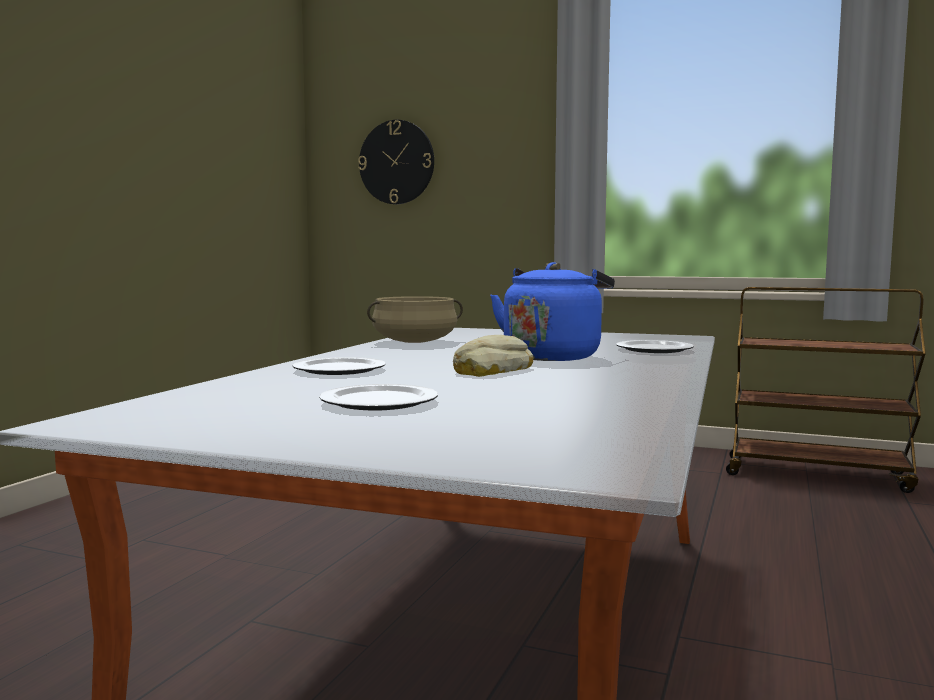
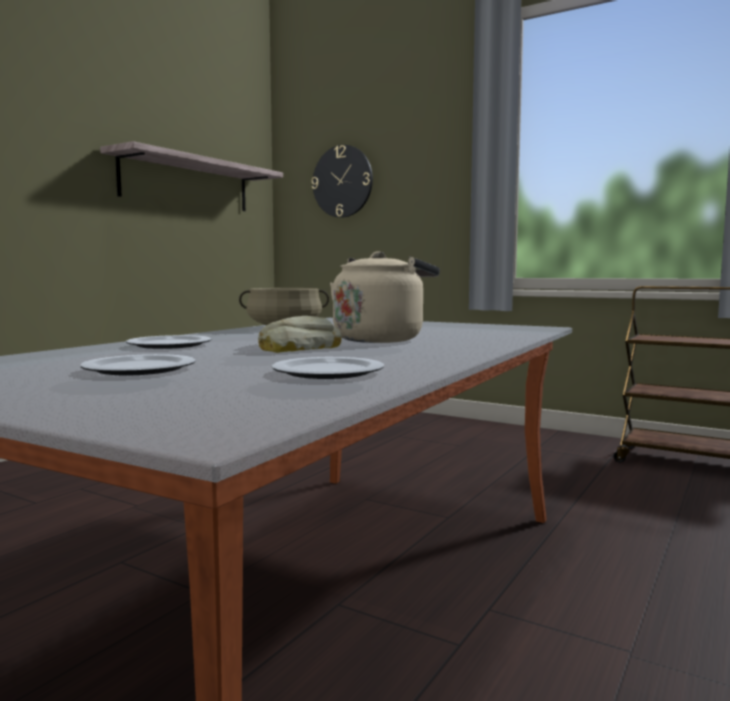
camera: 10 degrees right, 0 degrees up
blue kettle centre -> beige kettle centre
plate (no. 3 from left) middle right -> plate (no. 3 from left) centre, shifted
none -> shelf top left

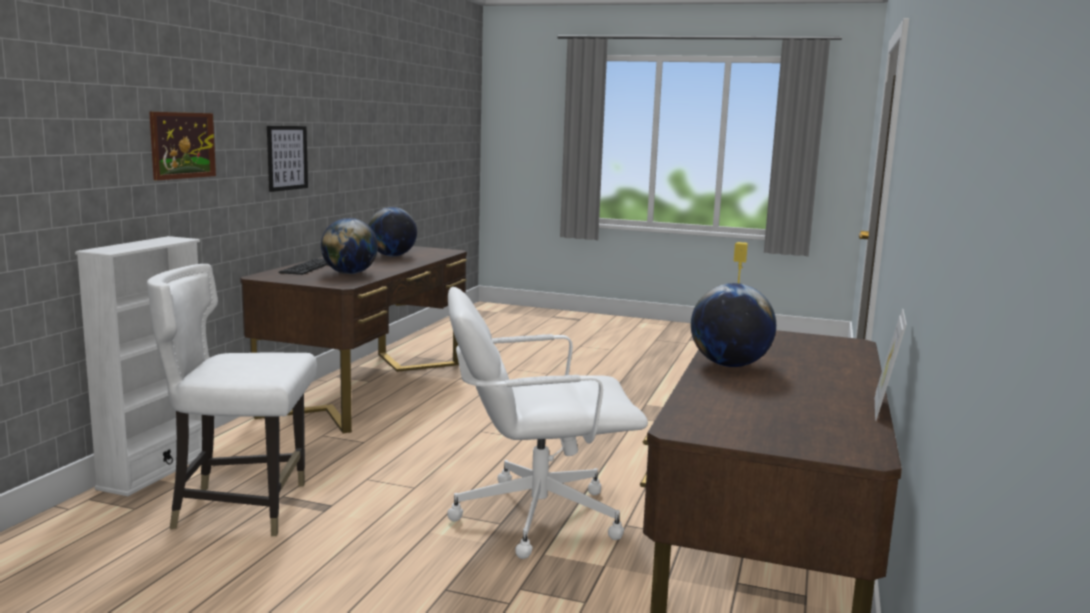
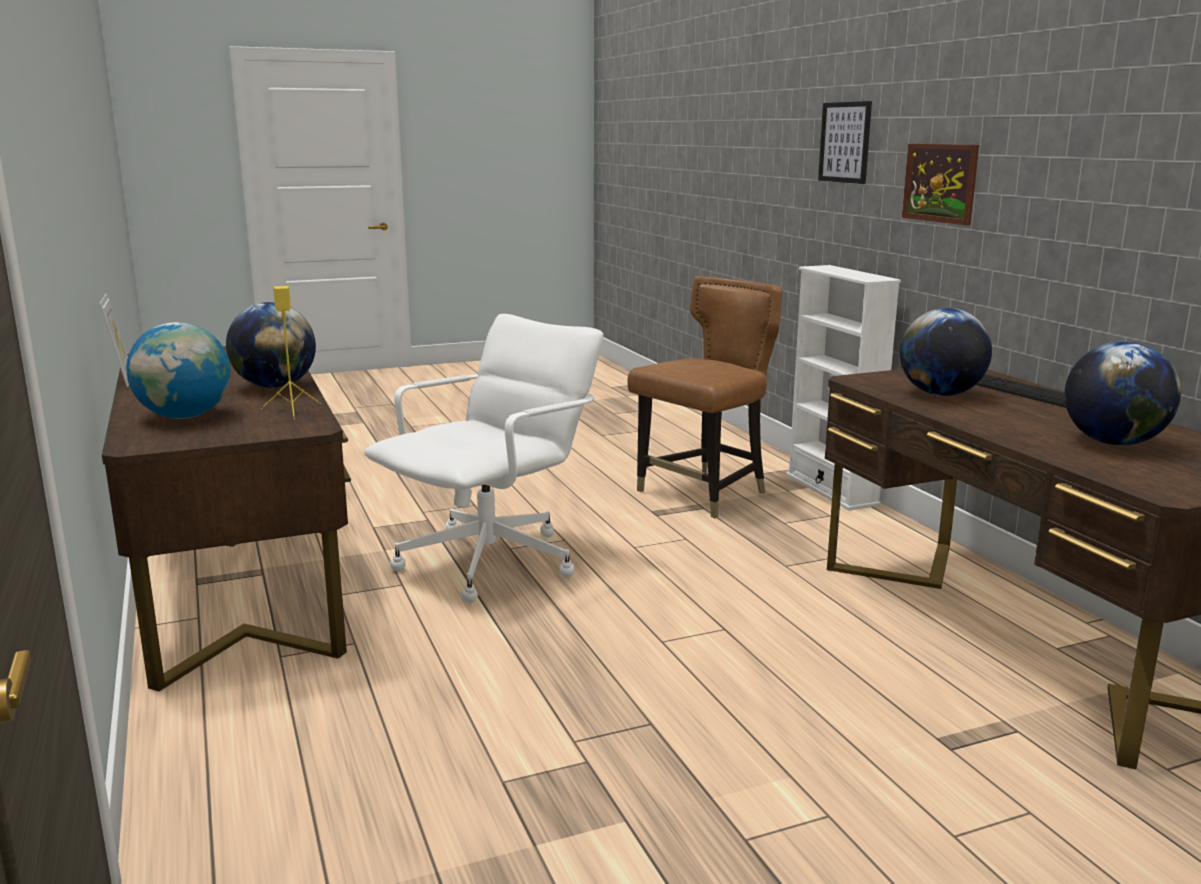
camera: 140 degrees right, 5 degrees up
picture (no. 2 from left in the first image) top left -> picture (no. 1 from left) top right, shifted
white chair middle left -> brown chair centre
none -> globe (no. 1 from left) middle left

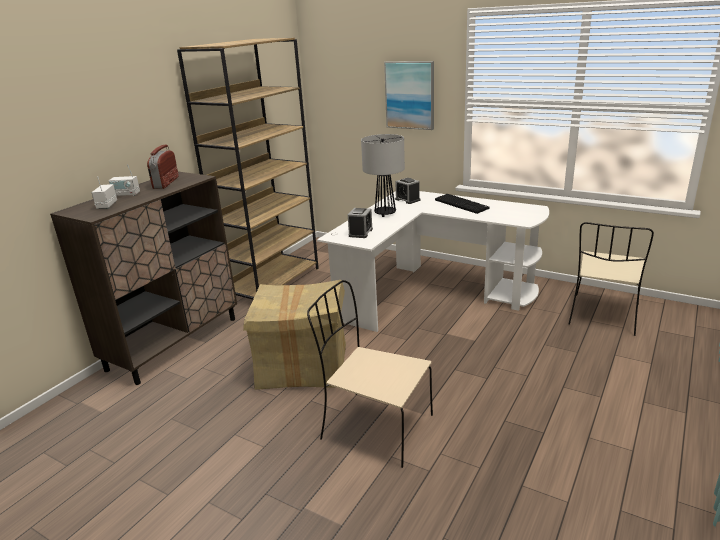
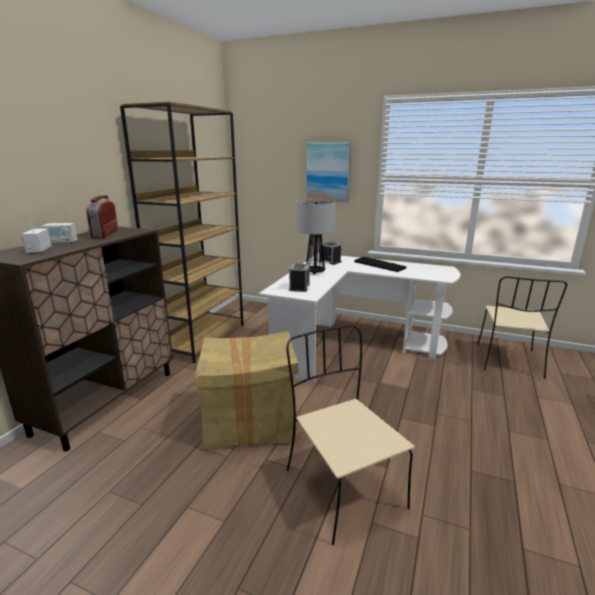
camera: 10 degrees left, 5 degrees down
beige chair (no. 1 from left) bottom centre, 45 degrees clockwise

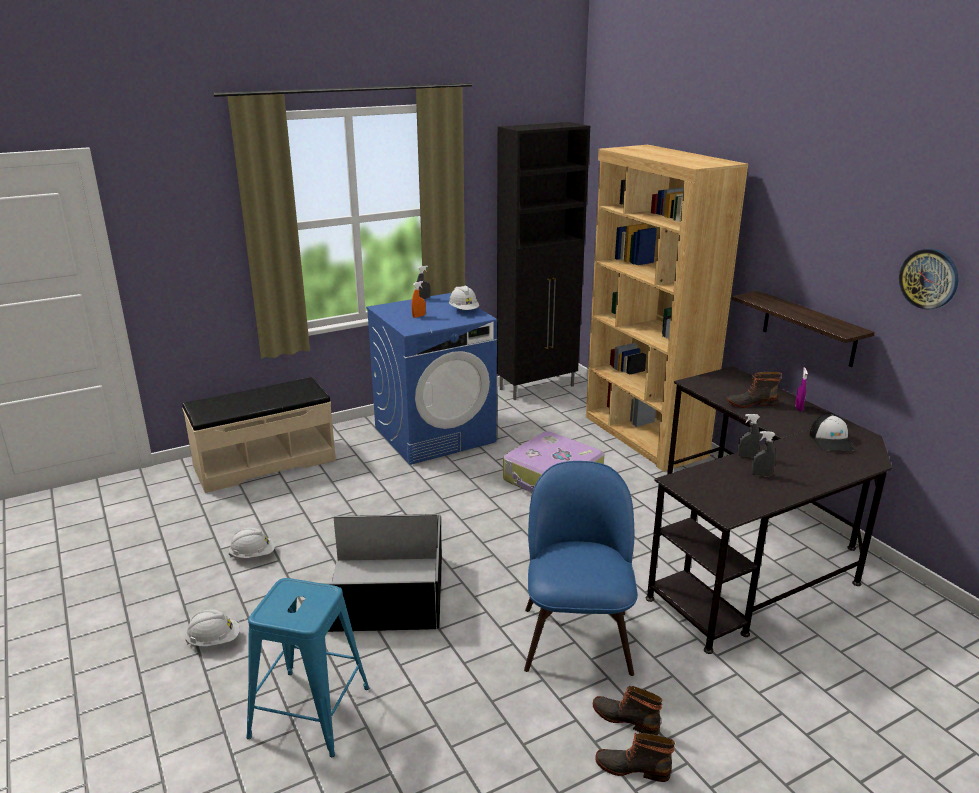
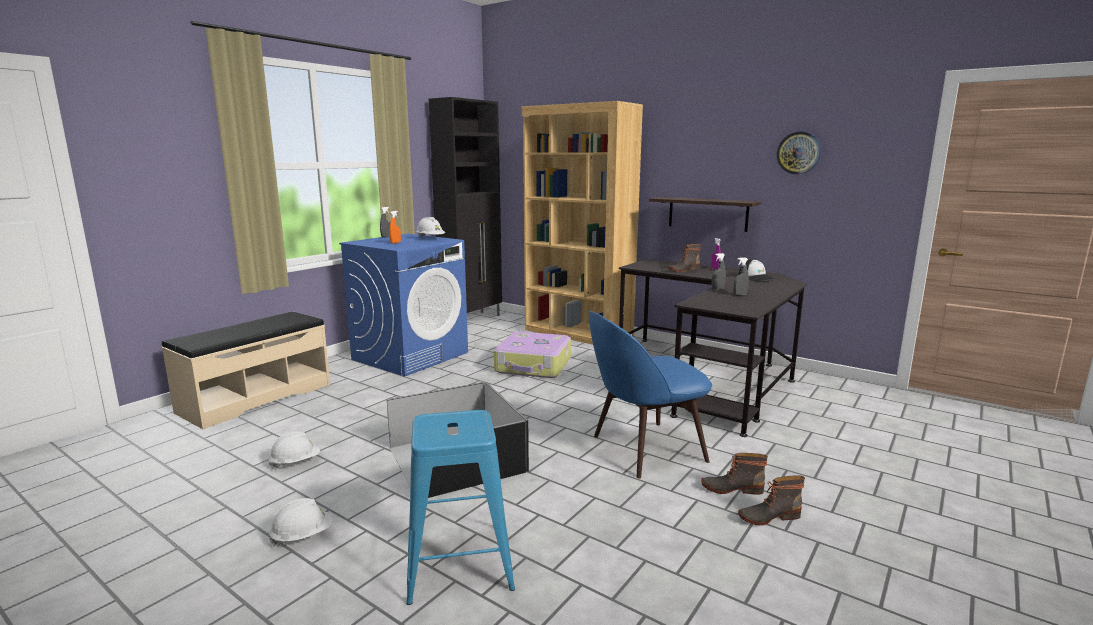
camera: 25 degrees left, 10 degrees down
blue chair bottom centre -> blue chair centre, 90 degrees counterclockwise

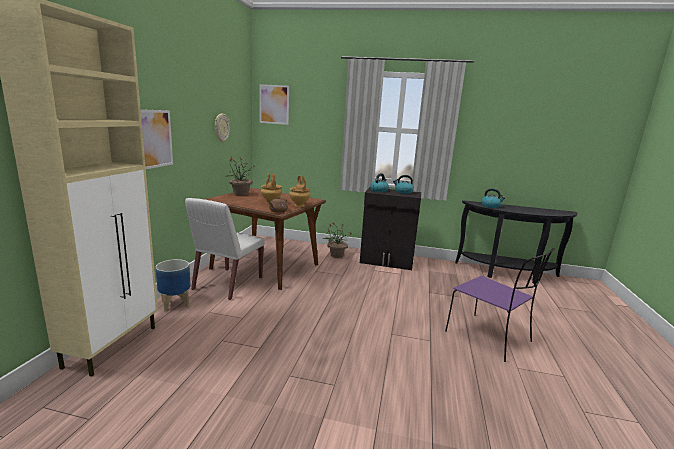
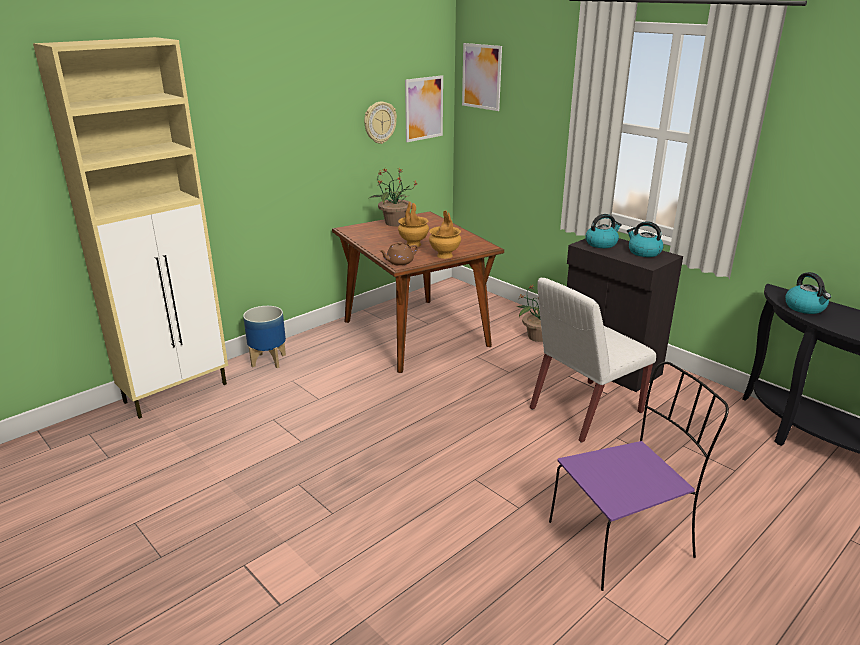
camera: 35 degrees right, 10 degrees up
picture (no. 1 from left) top left -> picture (no. 1 from left) top centre, shifted
white chair centre -> white chair middle right, shifted
purple chair bottom right, 105 degrees counterclockwise

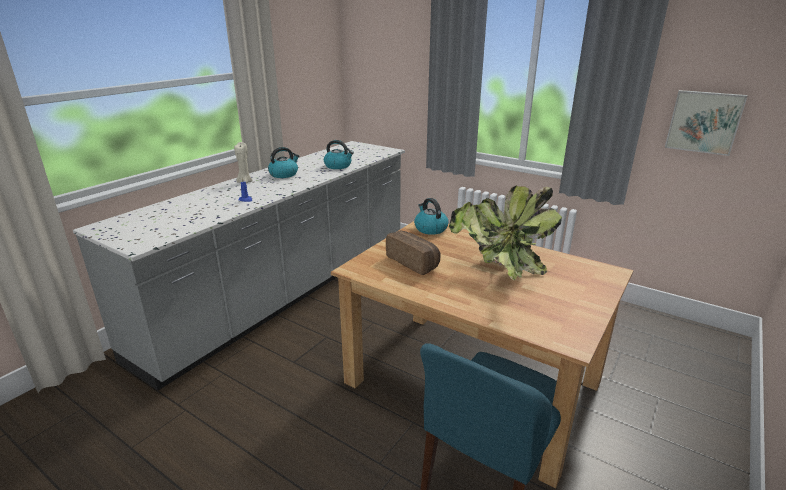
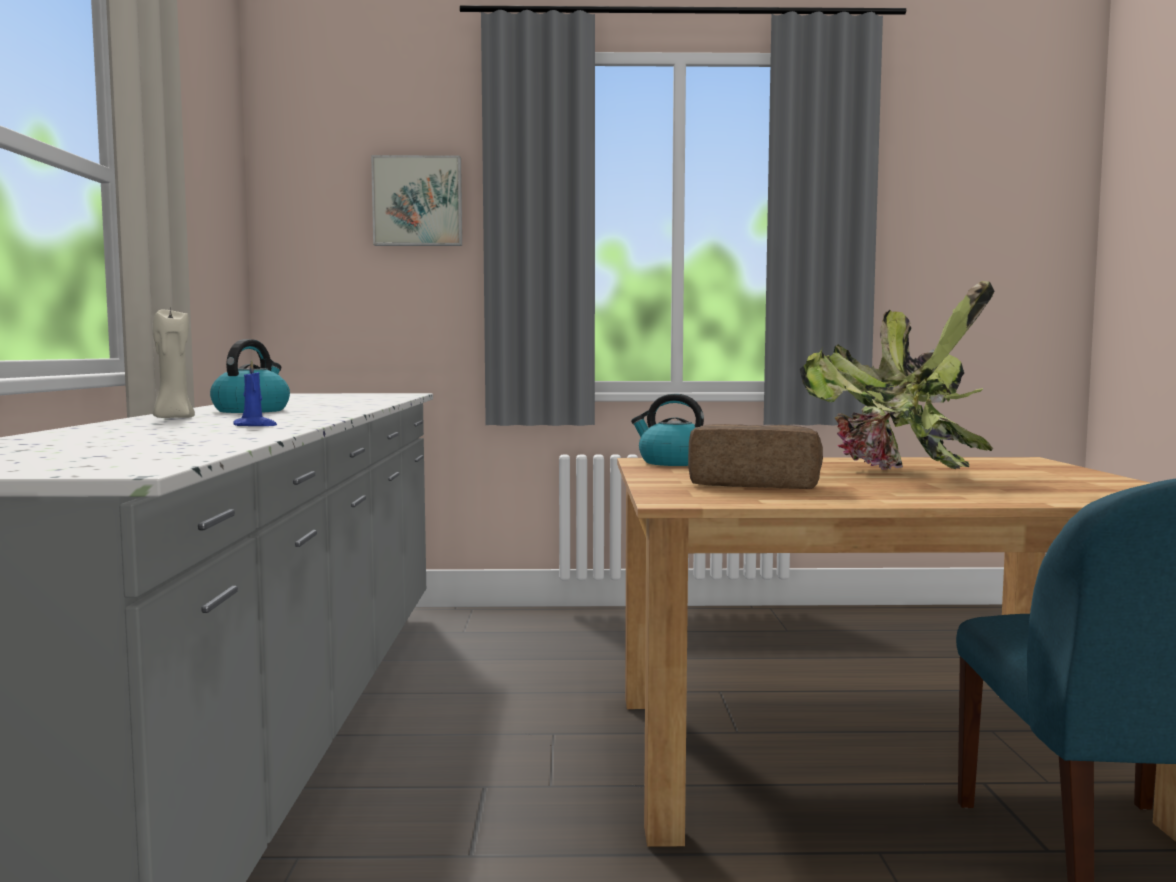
camera: 35 degrees left, 20 degrees down
picture top right -> picture top centre, shifted
kettle (no. 2 from left) top centre -> none

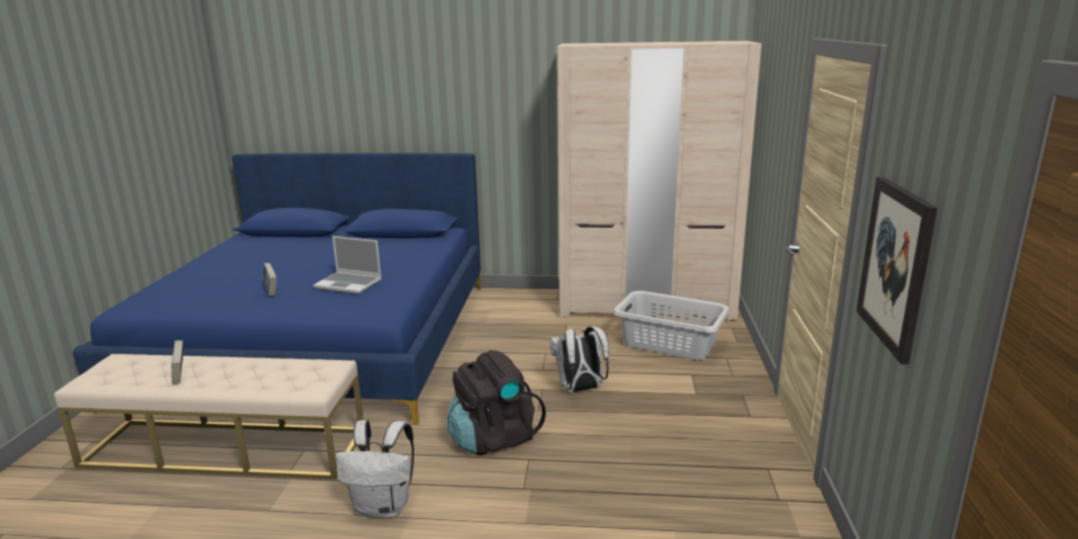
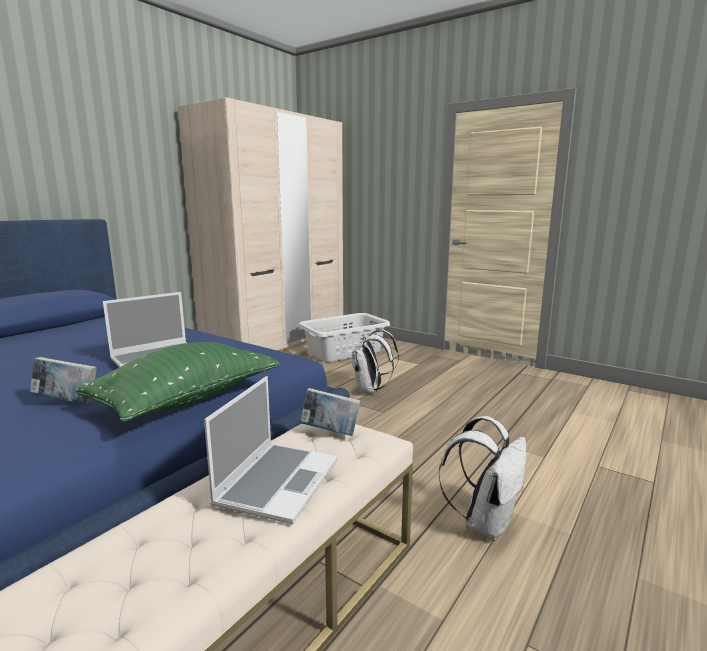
camera: 60 degrees left, 5 degrees down
picture middle right -> none
book (no. 1 from left in the first image) bottom left -> book (no. 2 from left) centre, shifted
black backpack bottom centre -> none
none -> green pillow middle left
none -> laptop (no. 2 from left) bottom centre

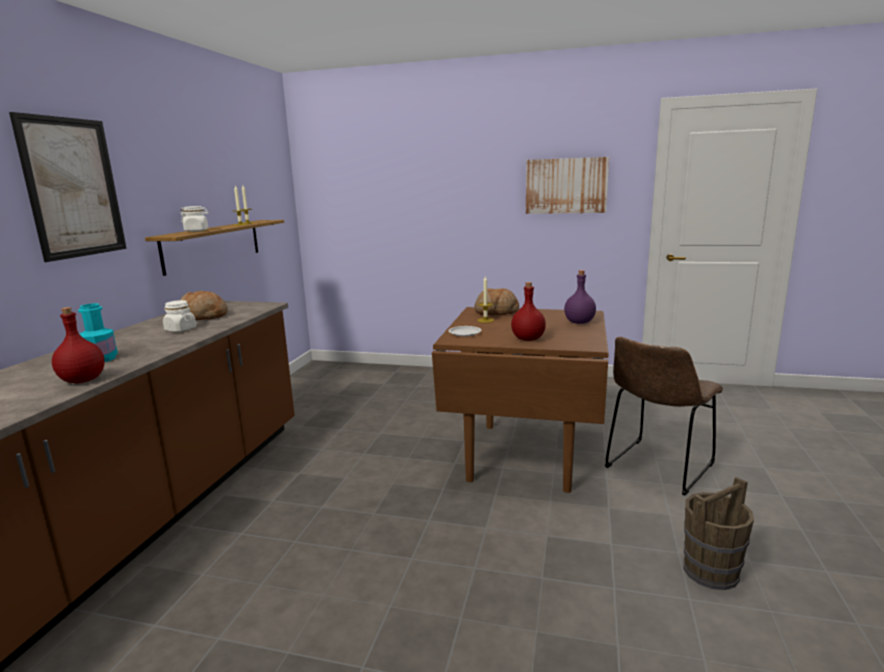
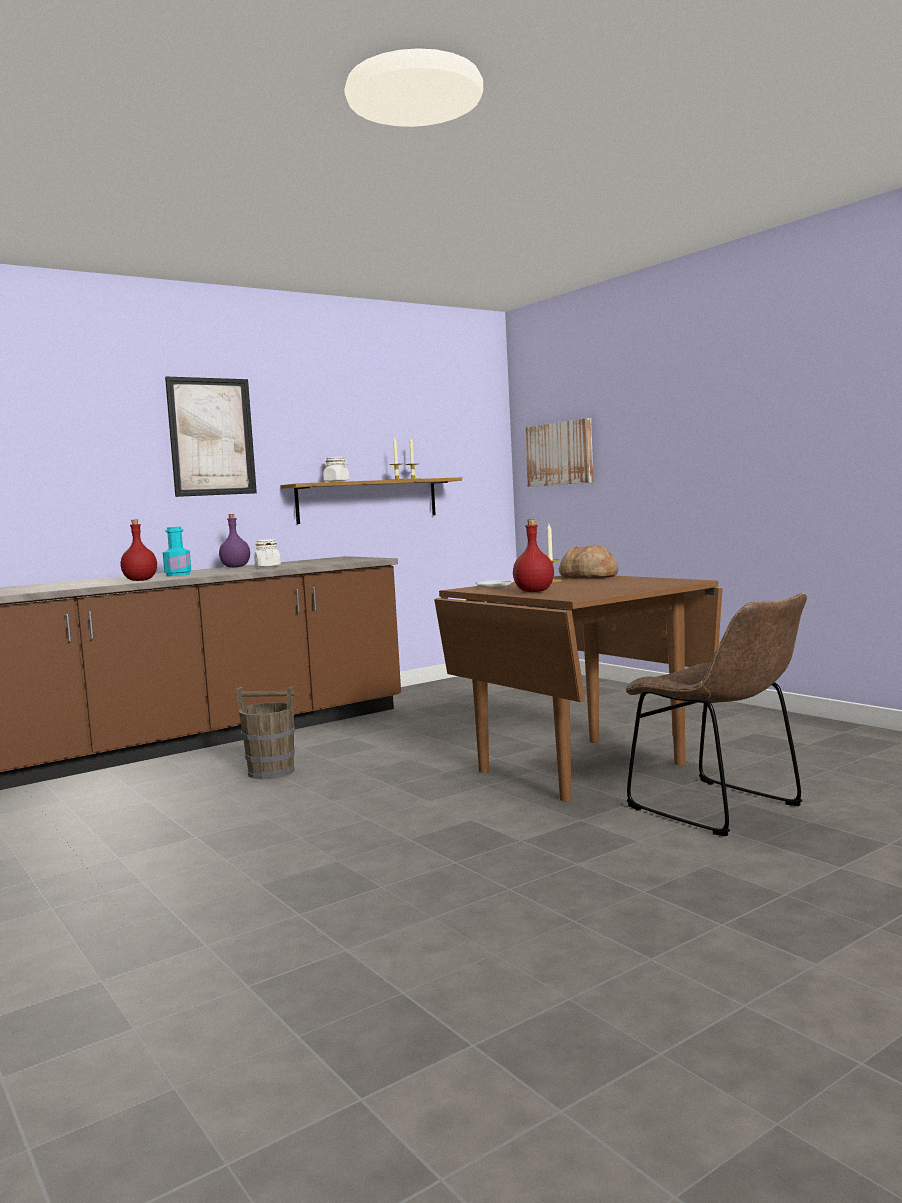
camera: 40 degrees right, 10 degrees down
picture (no. 2 from left) top centre -> picture (no. 2 from left) centre, shifted
purple bottle centre -> purple bottle middle left, shifted
bread (no. 1 from left) middle left -> none
brown chair middle right, 120 degrees counterclockwise
brown bucket bottom right -> brown bucket middle left, shifted

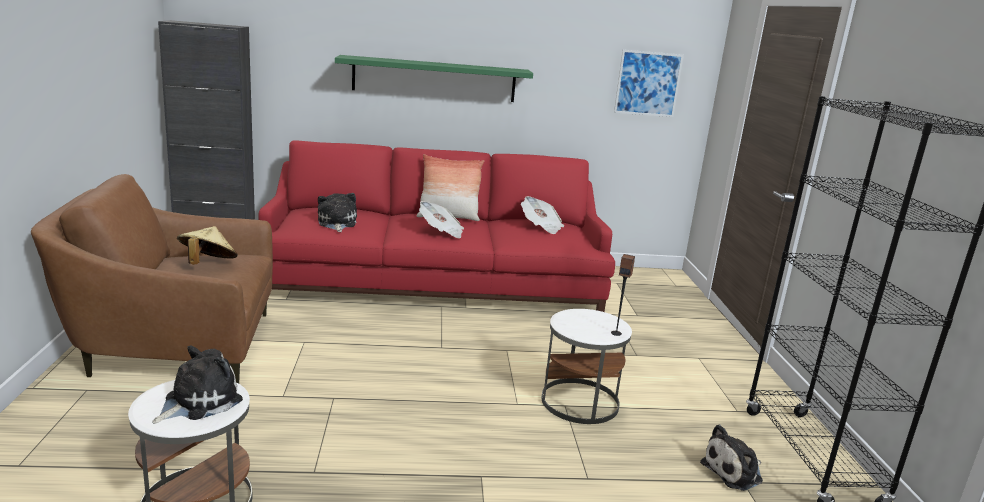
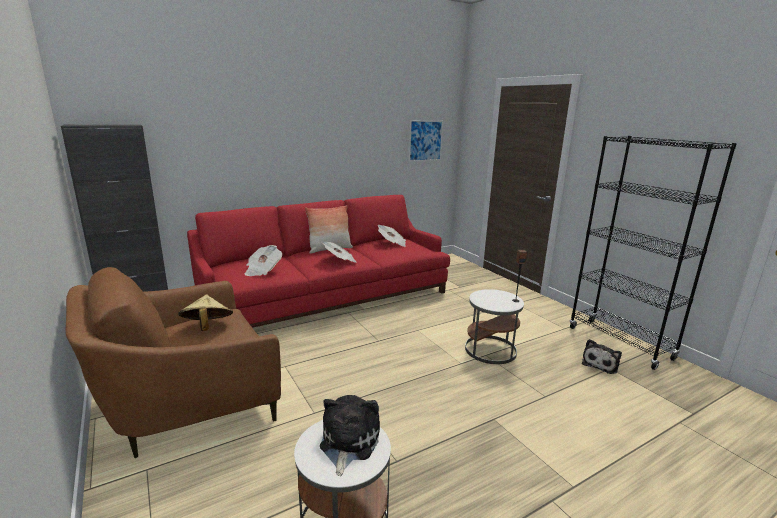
camera: 25 degrees left, 0 degrees up
green shelf top centre -> none
plush toy (no. 2 from left) centre -> newspaper (no. 1 from left) centre

